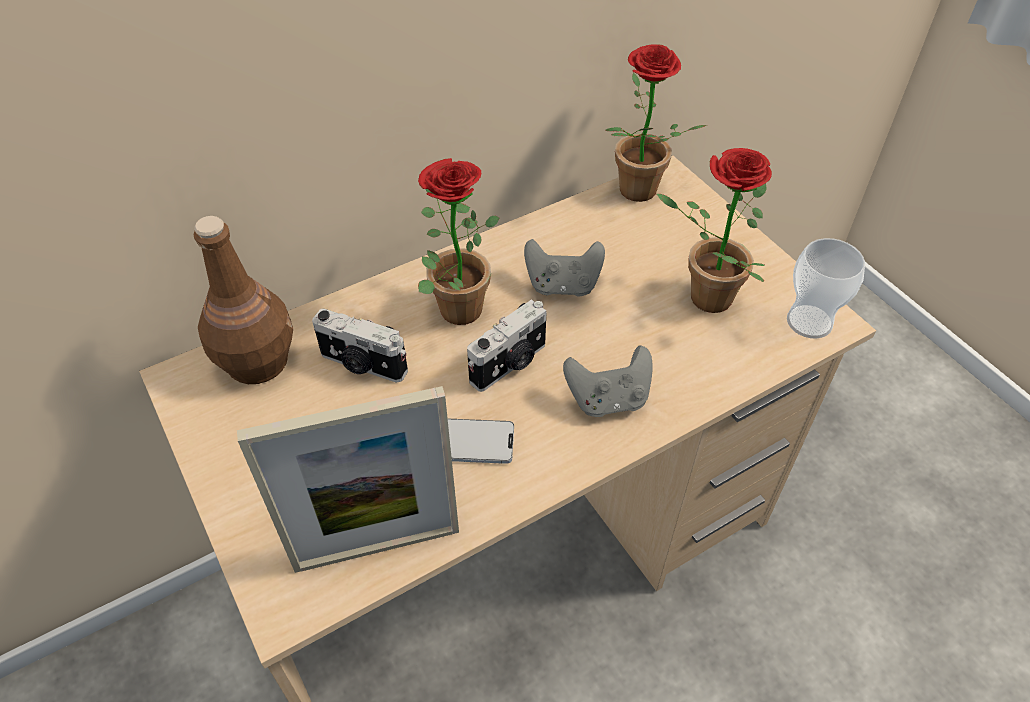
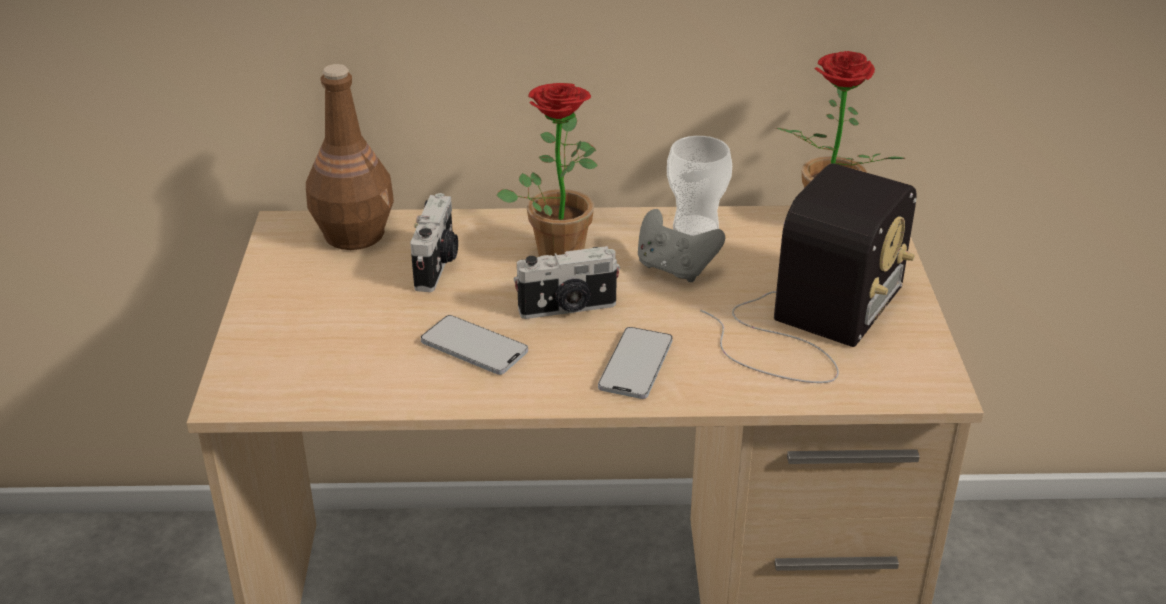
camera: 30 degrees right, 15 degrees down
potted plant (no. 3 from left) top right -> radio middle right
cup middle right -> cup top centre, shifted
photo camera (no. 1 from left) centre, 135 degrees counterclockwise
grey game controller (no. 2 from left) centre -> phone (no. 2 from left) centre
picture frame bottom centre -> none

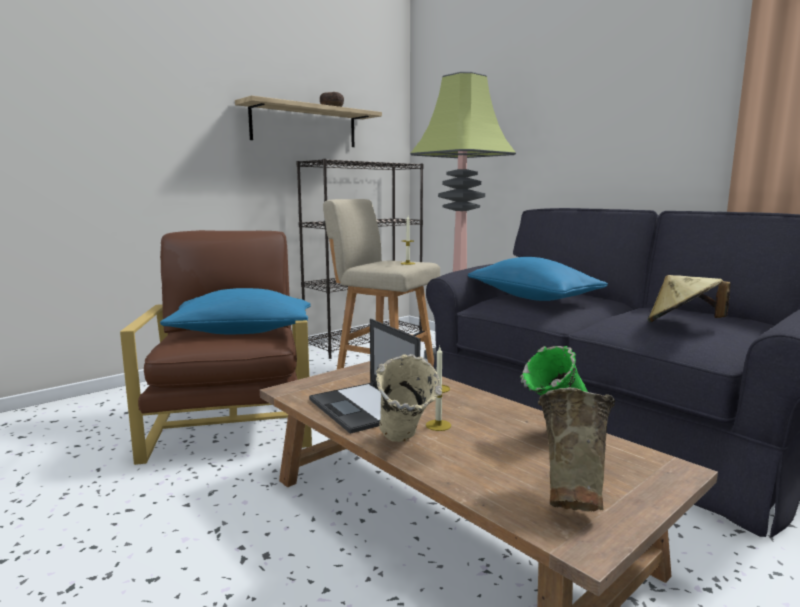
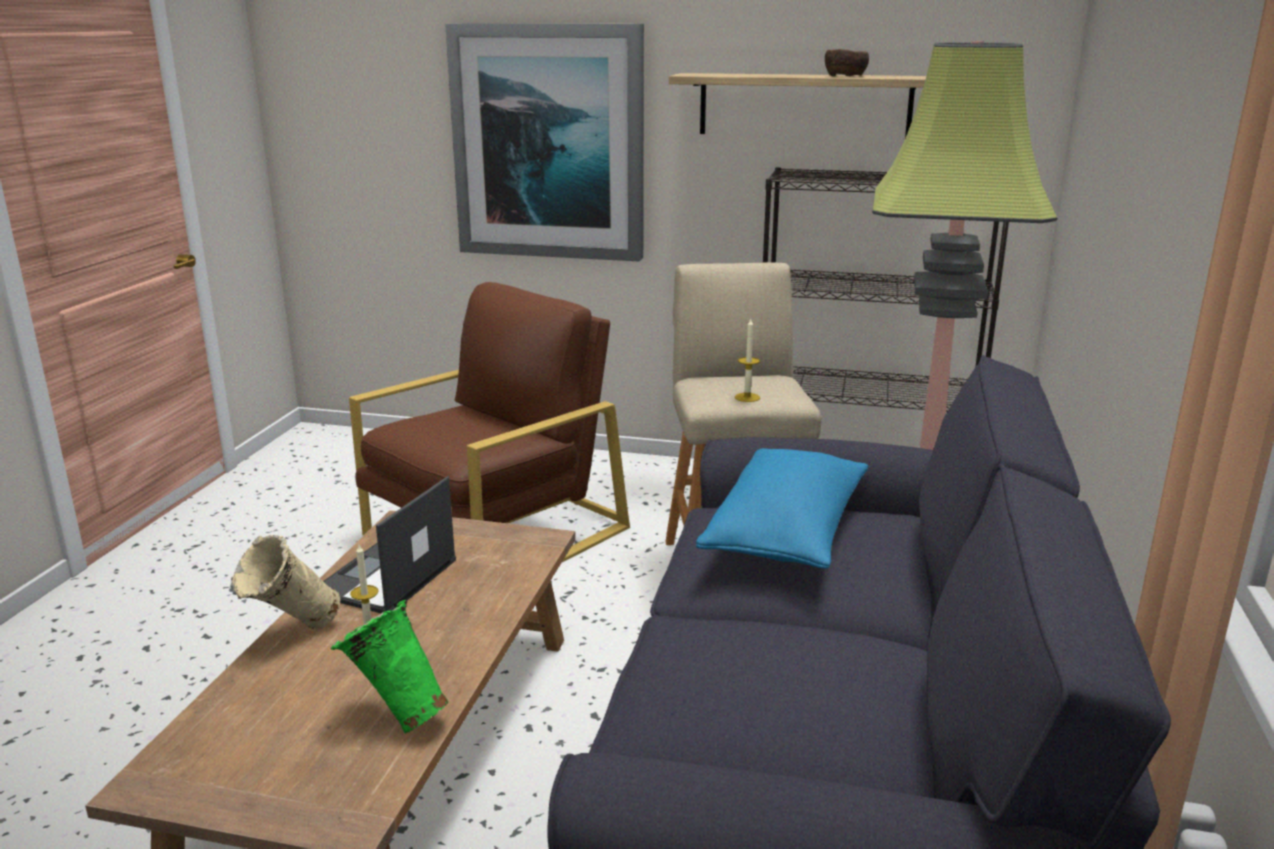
camera: 55 degrees right, 10 degrees up
beige hat middle right -> none
blue pillow (no. 1 from left) middle left -> none
beige vase (no. 2 from left) bottom right -> none
none -> picture top centre

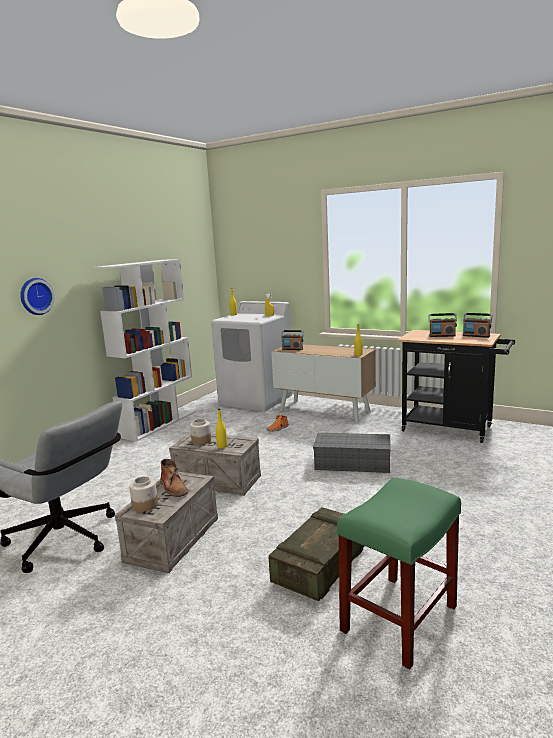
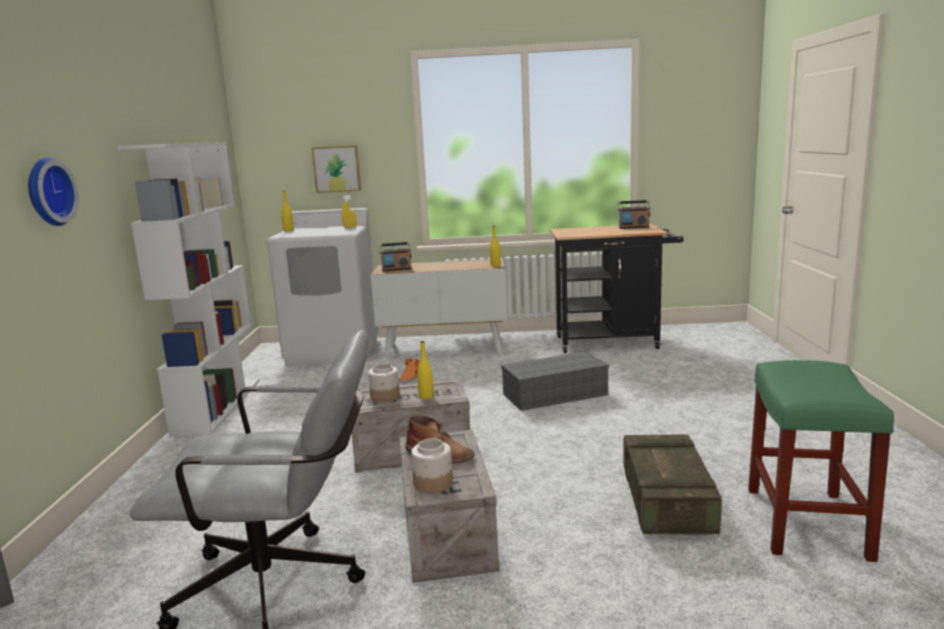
camera: 30 degrees left, 0 degrees up
radio (no. 2 from left) middle right -> none
none -> picture top centre

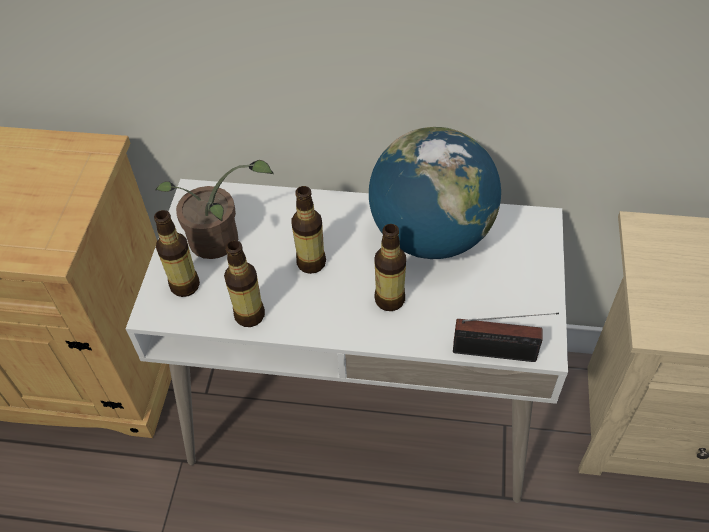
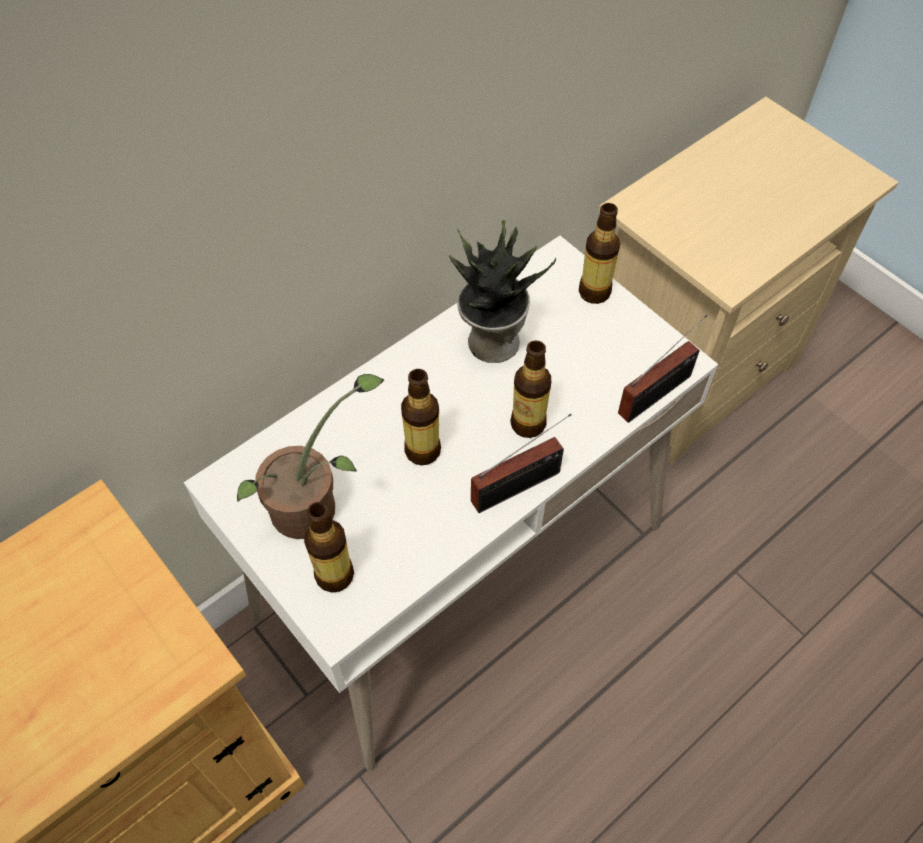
camera: 50 degrees left, 5 degrees up
globe centre -> potted plant (no. 2 from left) centre
bottle (no. 2 from left in the first image) centre -> bottle (no. 4 from left) top centre, shifted
none -> radio (no. 1 from left) centre

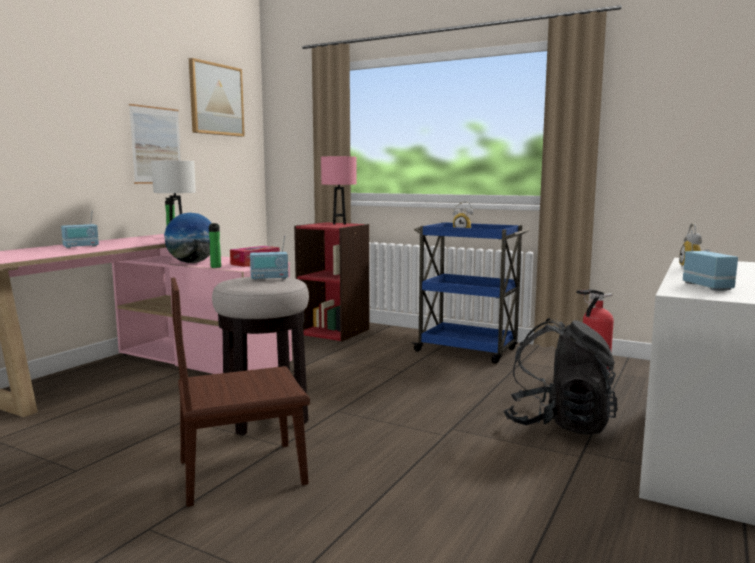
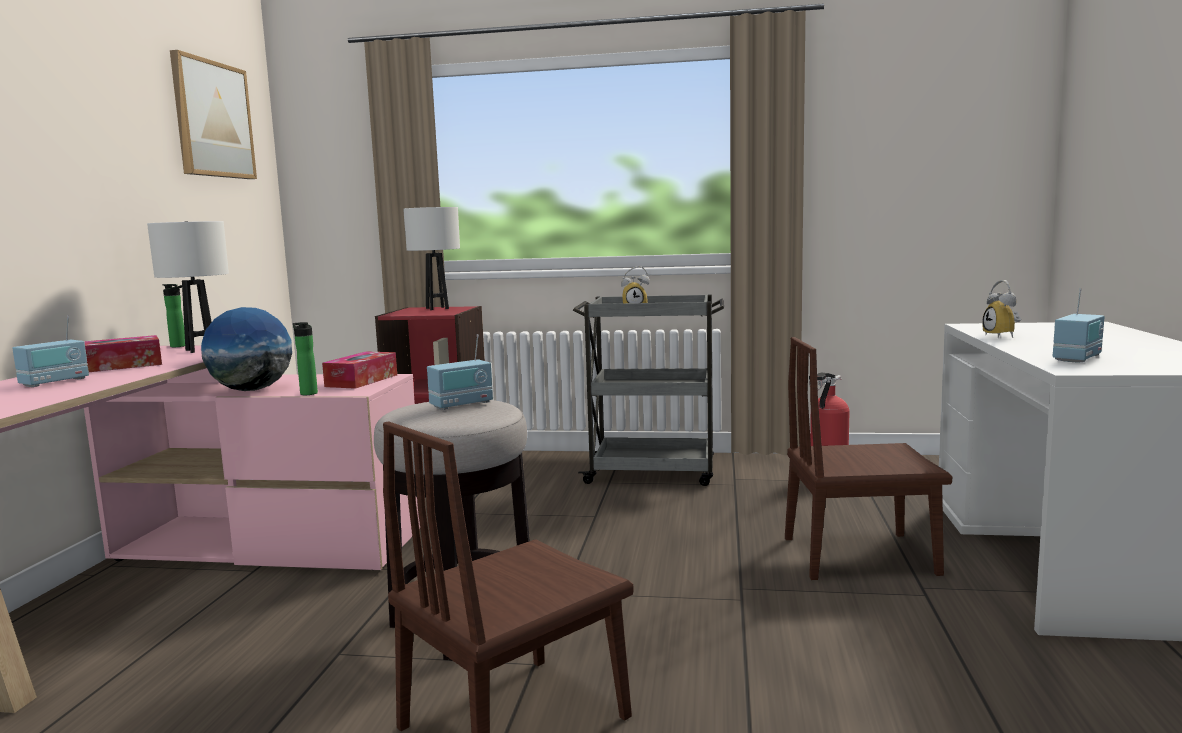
camera: 20 degrees left, 0 degrees up
picture (no. 1 from left) top left -> none
pink table lamp centre -> white table lamp (no. 2 from left) centre
blue cart centre -> grey cart centre
radio (no. 3 from left) middle right, 75 degrees clockwise
black backpack bottom right -> brown chair (no. 2 from left) middle right
none -> tissue box (no. 1 from left) middle left

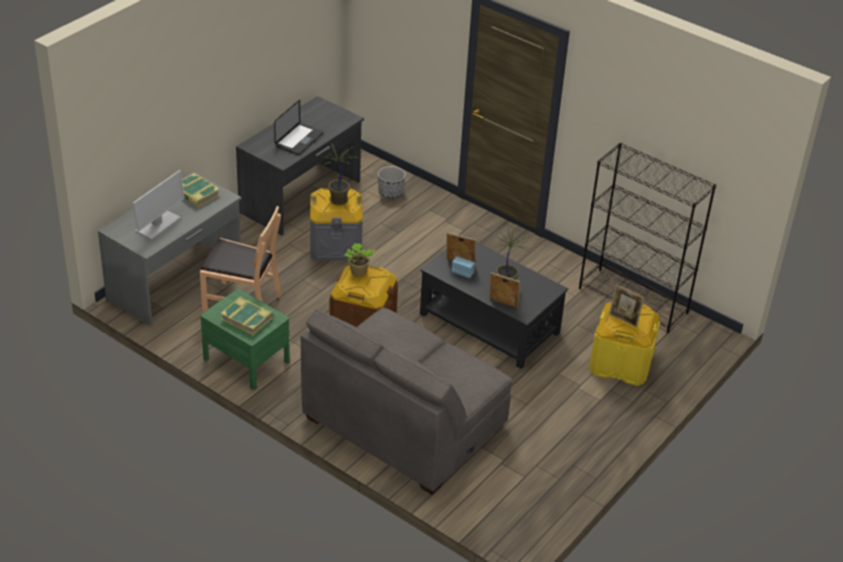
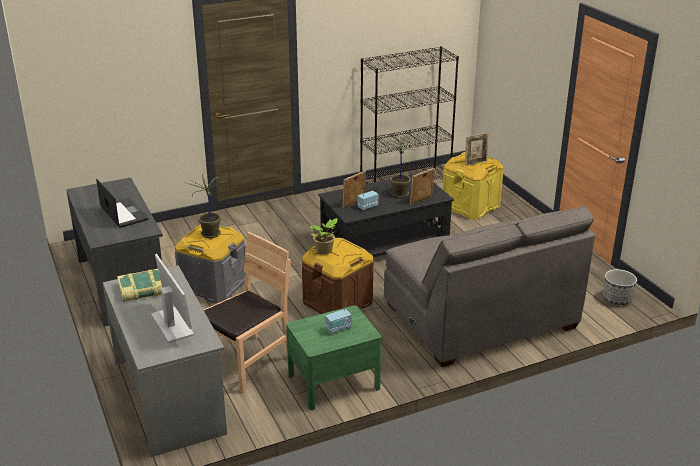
camera: 60 degrees left, 10 degrees down
planter top centre -> planter middle right, shifted
book (no. 2 from left) middle left -> radio (no. 1 from left) bottom centre

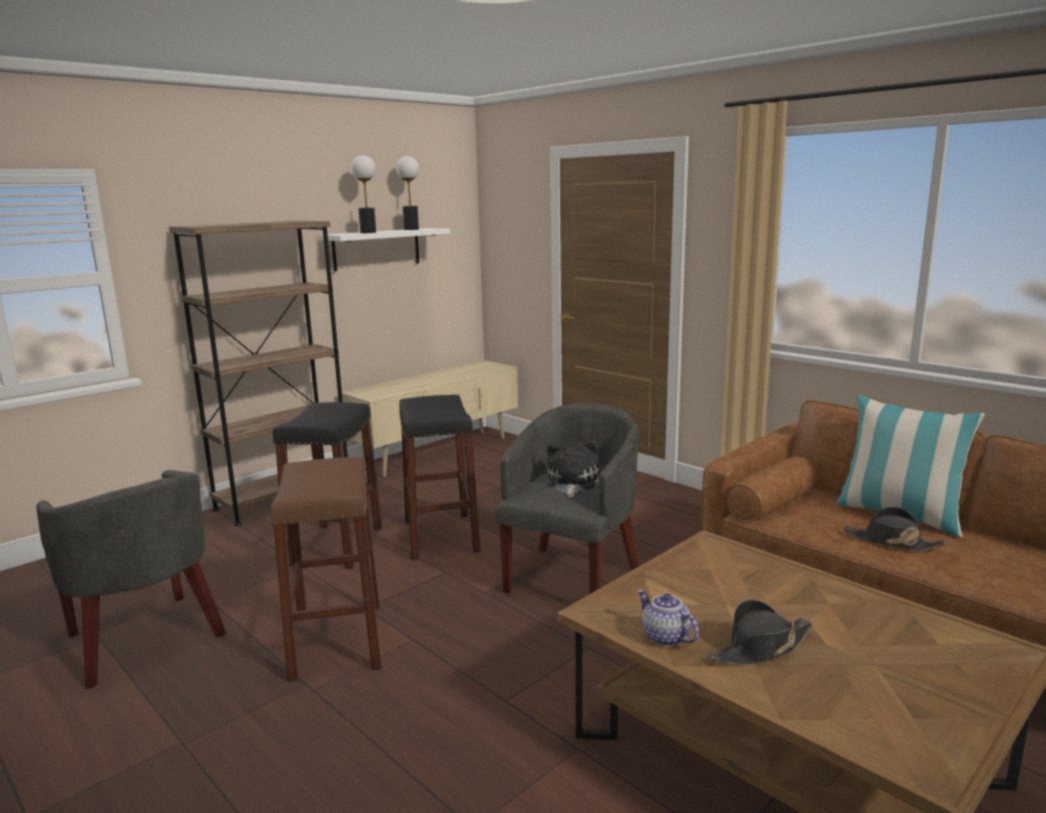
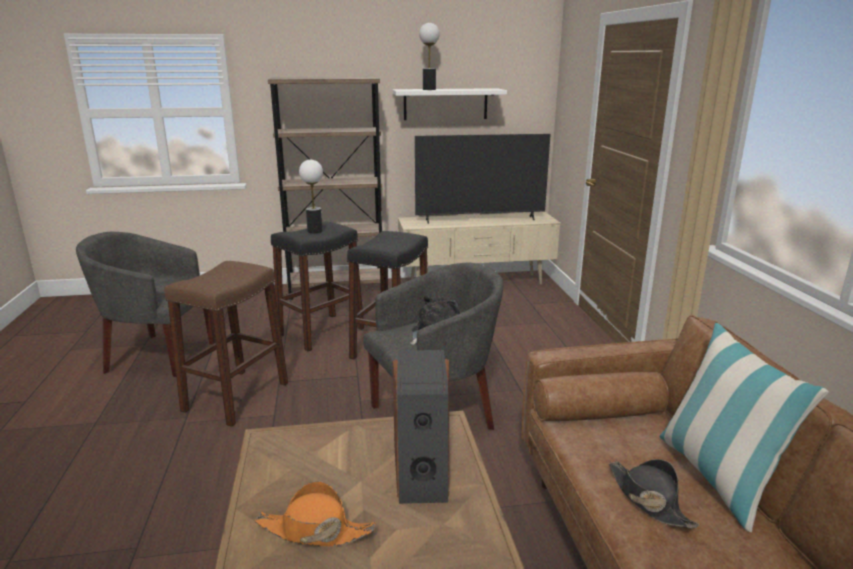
camera: 35 degrees right, 5 degrees up
table lamp (no. 2 from left in the first image) top centre -> table lamp (no. 1 from left) centre, shifted
grey armchair (no. 1 from left) bottom left -> grey armchair (no. 1 from left) middle left, 105 degrees clockwise
teapot bottom centre -> none
black hat (no. 1 from left) bottom right -> orange hat bottom centre
none -> television top centre
none -> speaker bottom centre

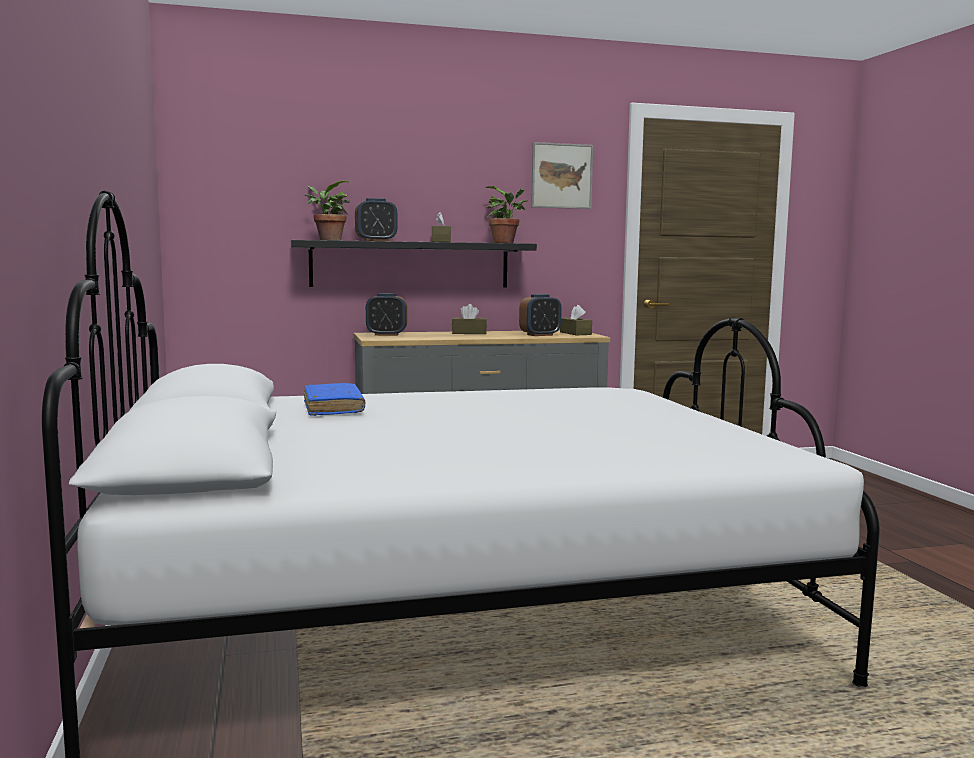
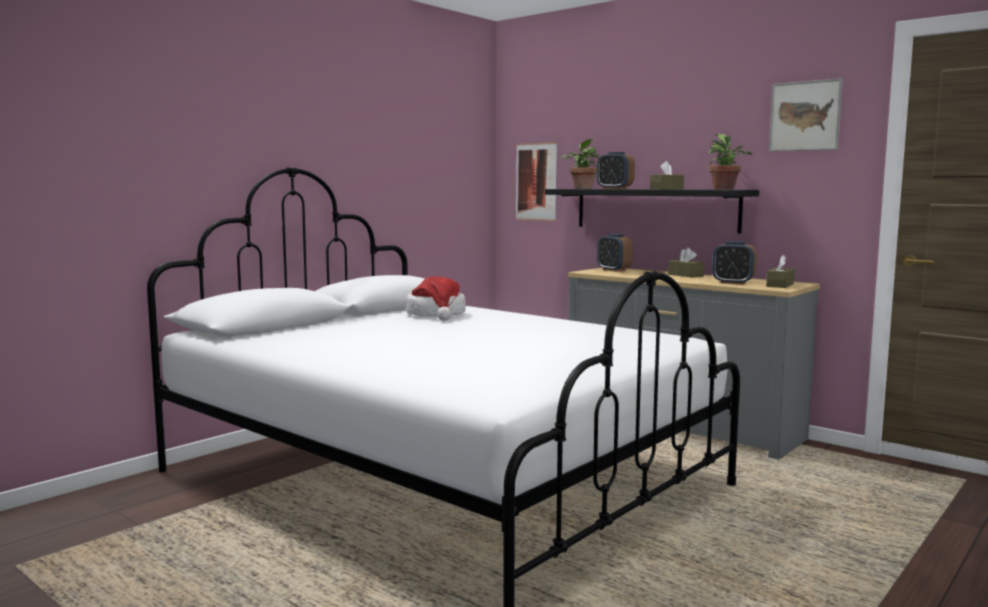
camera: 55 degrees right, 0 degrees up
blue book centre -> hat centre
none -> picture (no. 1 from left) top centre

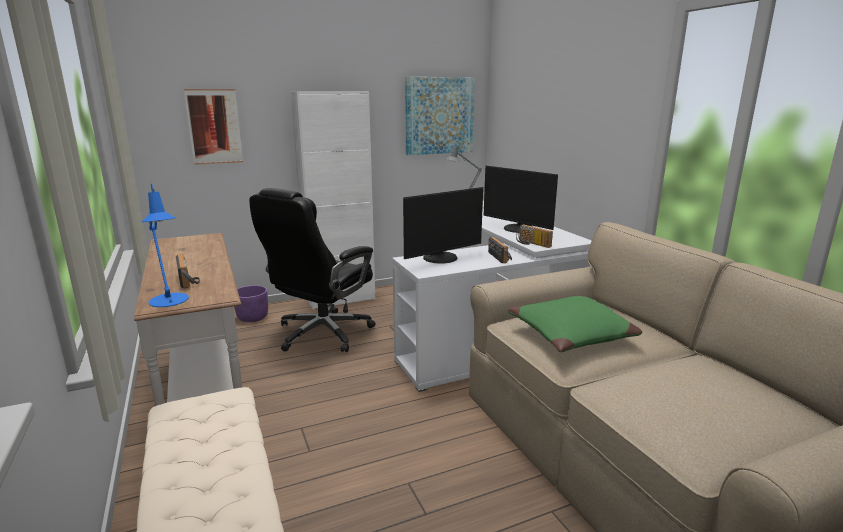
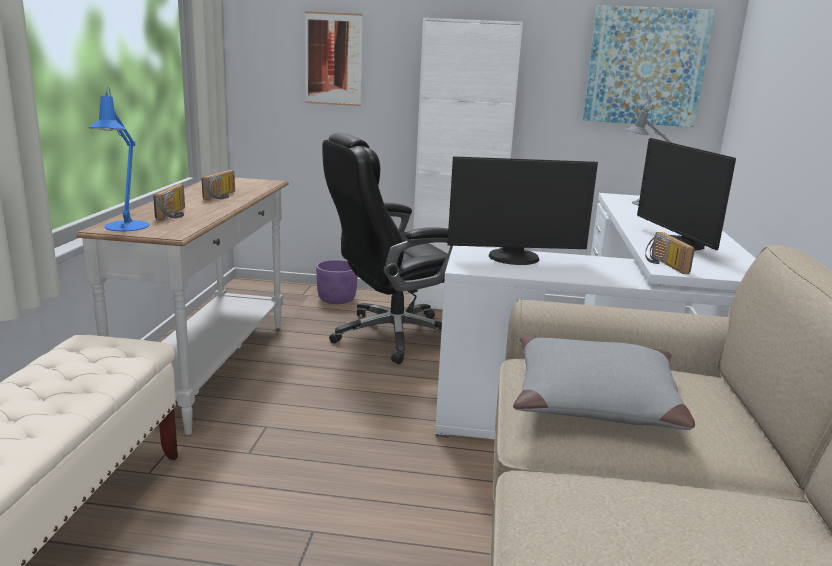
camera: 30 degrees right, 0 degrees up
radio (no. 2 from left) centre -> radio (no. 2 from left) top left, shifted
green pillow middle right -> grey pillow bottom right

